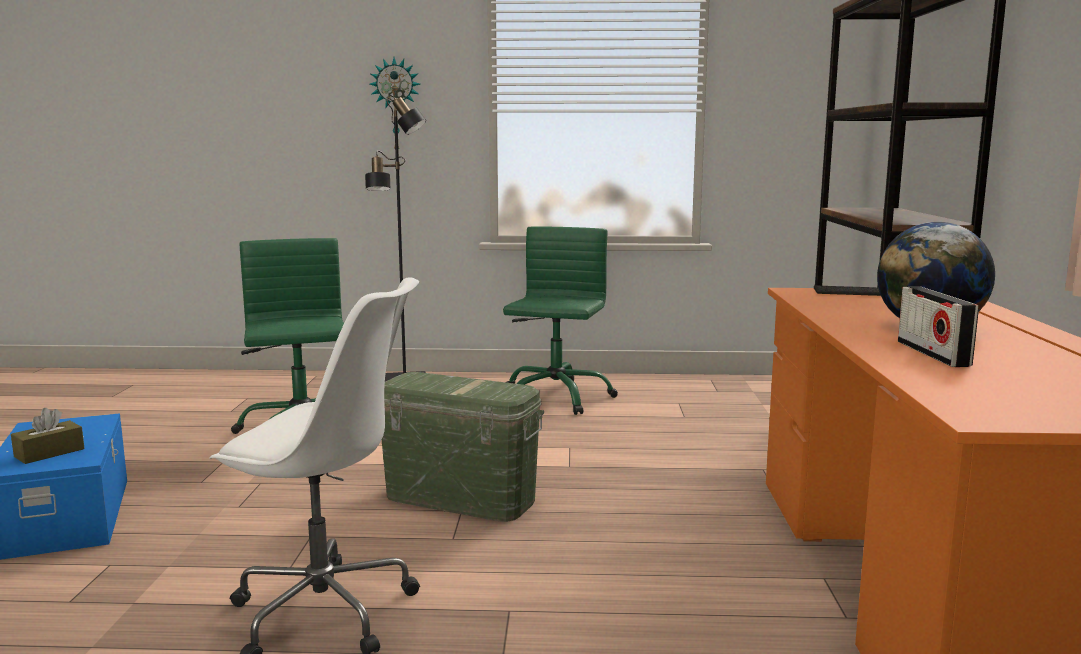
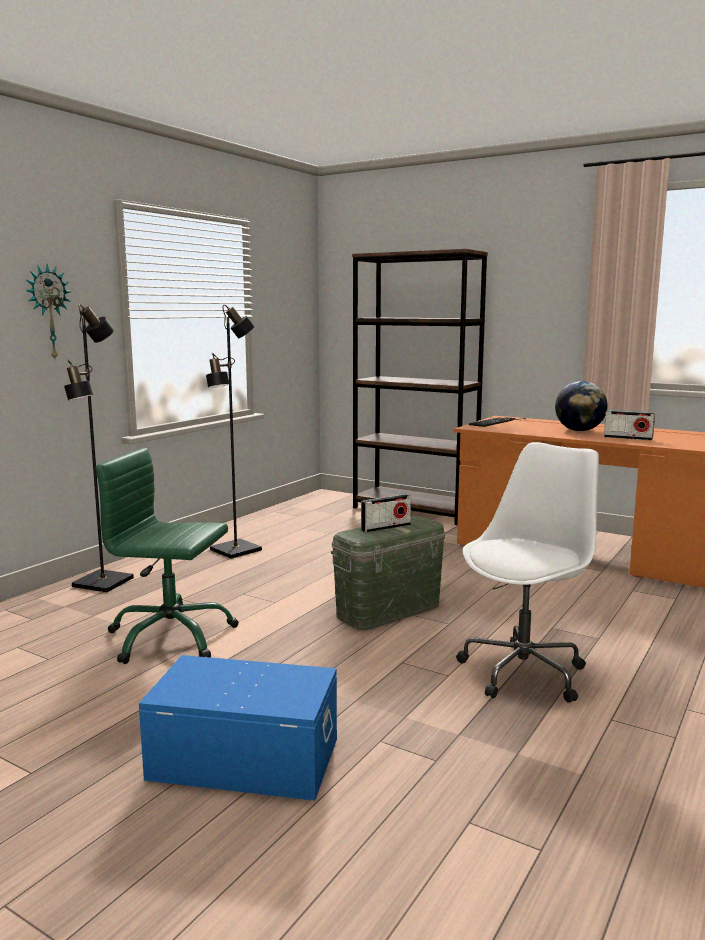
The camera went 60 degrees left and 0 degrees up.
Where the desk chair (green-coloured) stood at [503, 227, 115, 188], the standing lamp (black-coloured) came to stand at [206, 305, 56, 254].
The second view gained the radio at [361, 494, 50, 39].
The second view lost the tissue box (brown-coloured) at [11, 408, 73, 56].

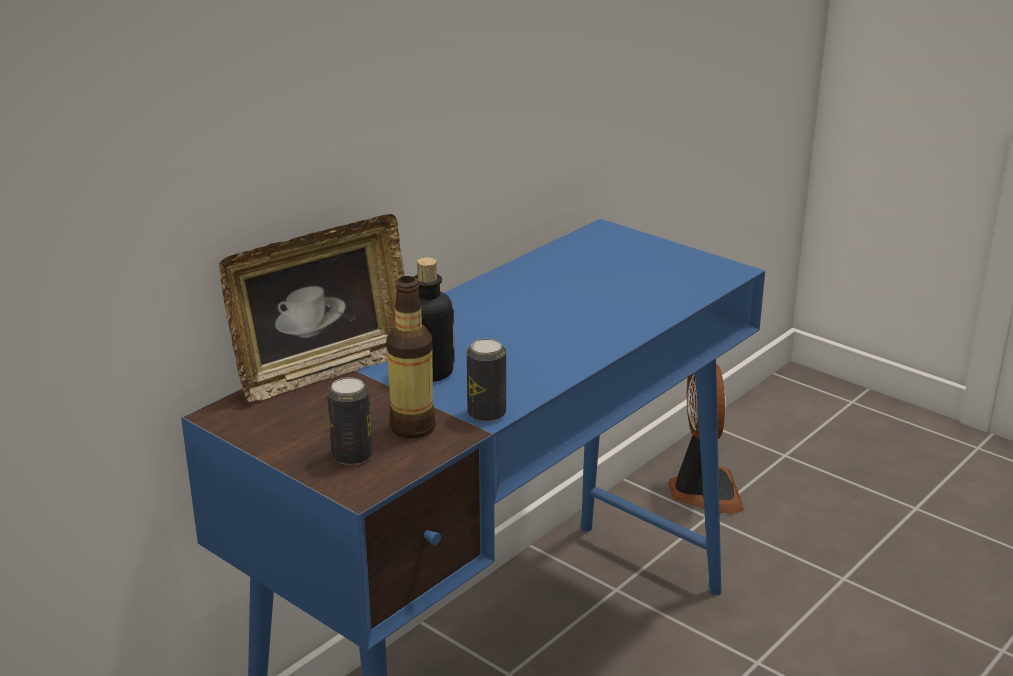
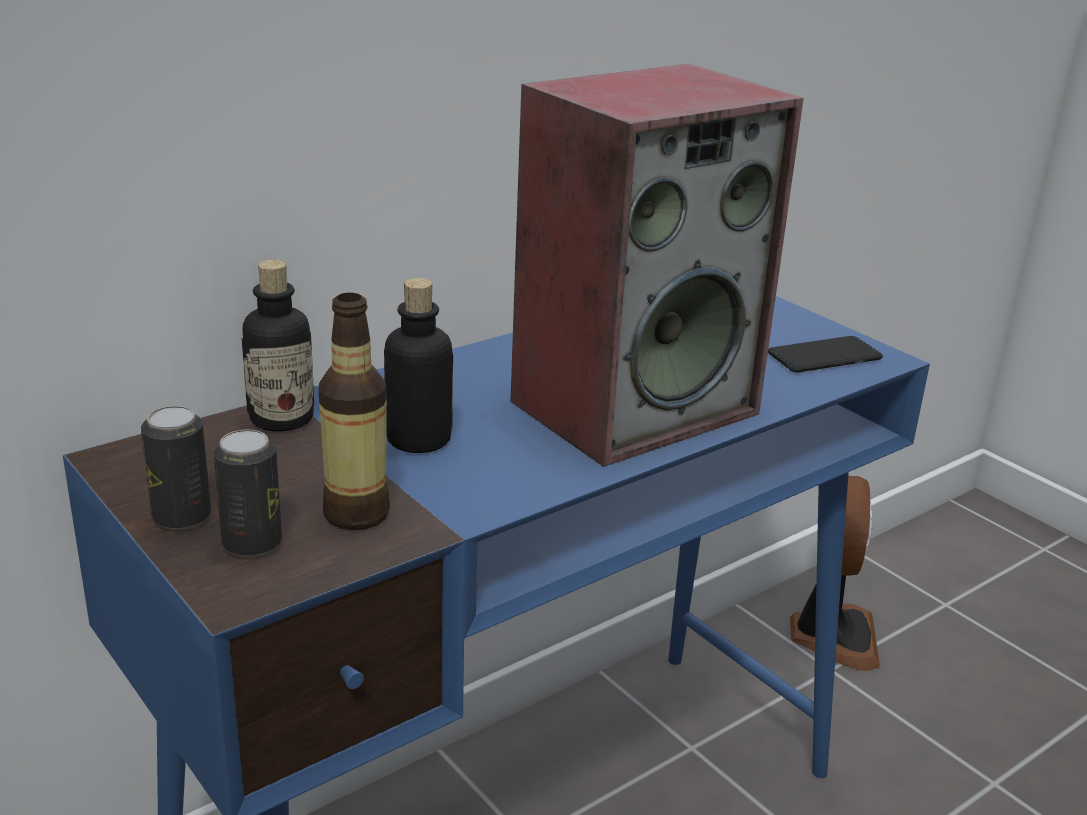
The camera went 10 degrees right and 0 degrees up.
The sealed can ended up elsewhere, having gone from [467, 339, 39, 83] to [141, 406, 70, 124].
Where the standing frame stood at [219, 214, 185, 188], the drink bottle came to stand at [242, 260, 72, 171].
The second view gained the speaker at [510, 64, 294, 403].
The second view gained the telephone at [768, 336, 115, 36].

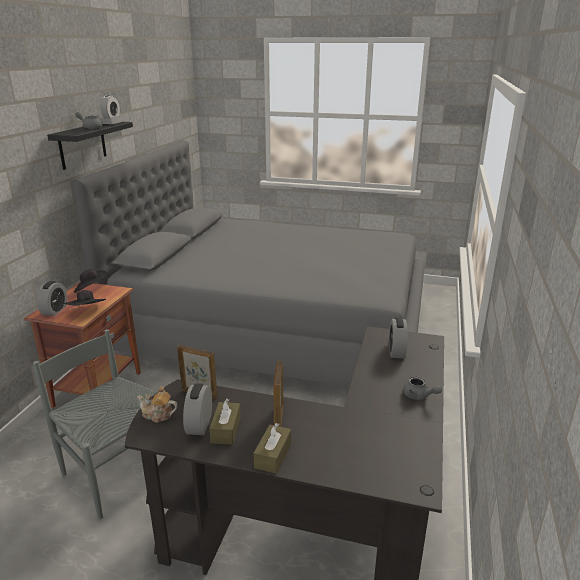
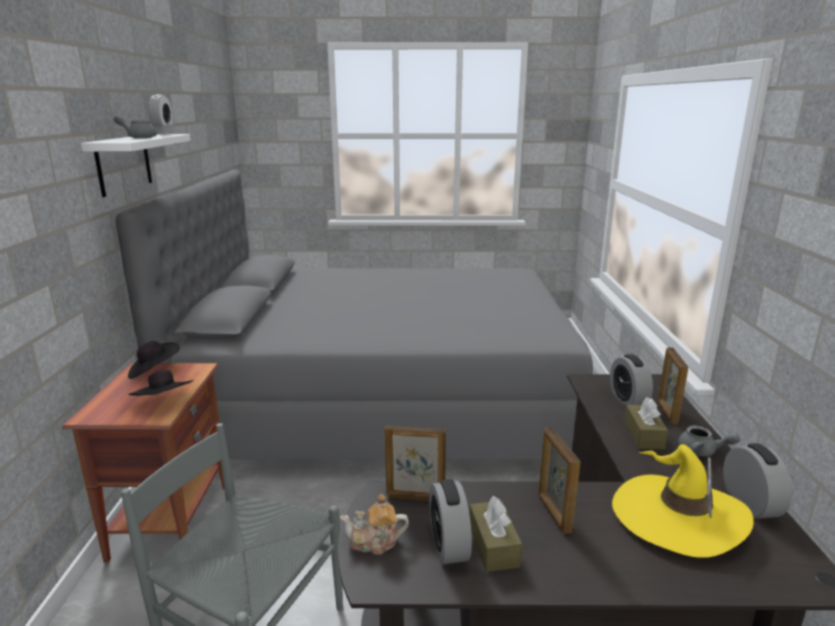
The camera went 15 degrees left and 5 degrees down.
What was the shelf (black-coloured) at [47, 122, 86, 48] turned into the shelf (white) at [81, 134, 110, 63].
The second view gained the hat (yellow-coloured) at [612, 444, 142, 114].
The tissue box (brown-coloured) ended up elsewhere, having gone from [254, 423, 37, 51] to [624, 397, 44, 53].
The second view gained the standing frame at [658, 347, 30, 78].
The table clock ended up elsewhere, having gone from [37, 281, 30, 35] to [723, 443, 69, 76].

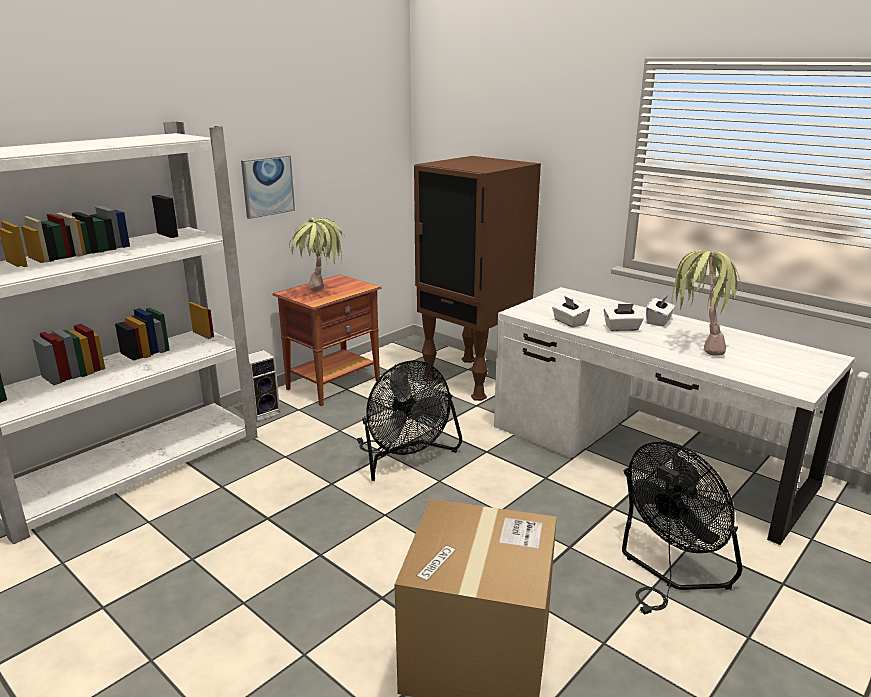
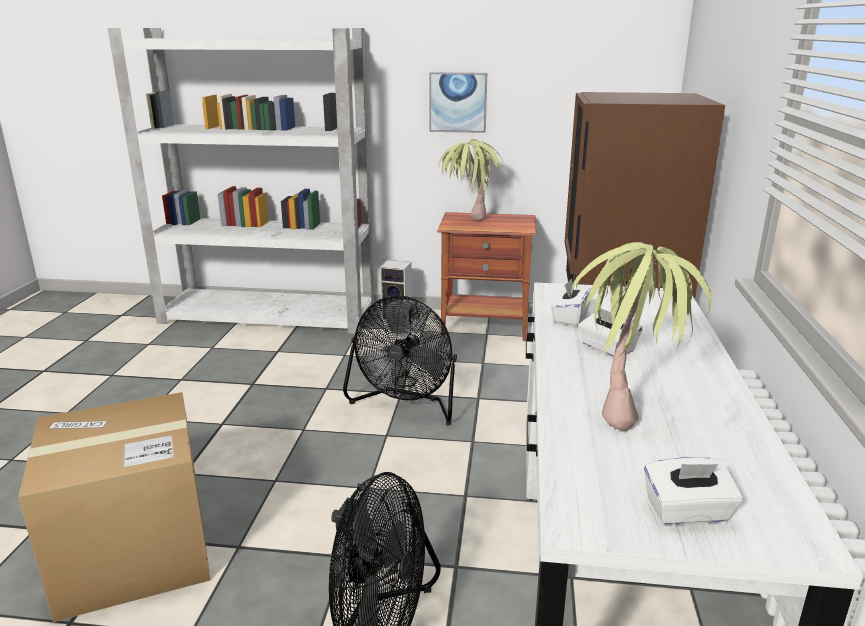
The camera went 55 degrees right and 0 degrees up.
The tissue box (white) ended up elsewhere, having gone from [646, 296, 29, 30] to [644, 457, 98, 68].

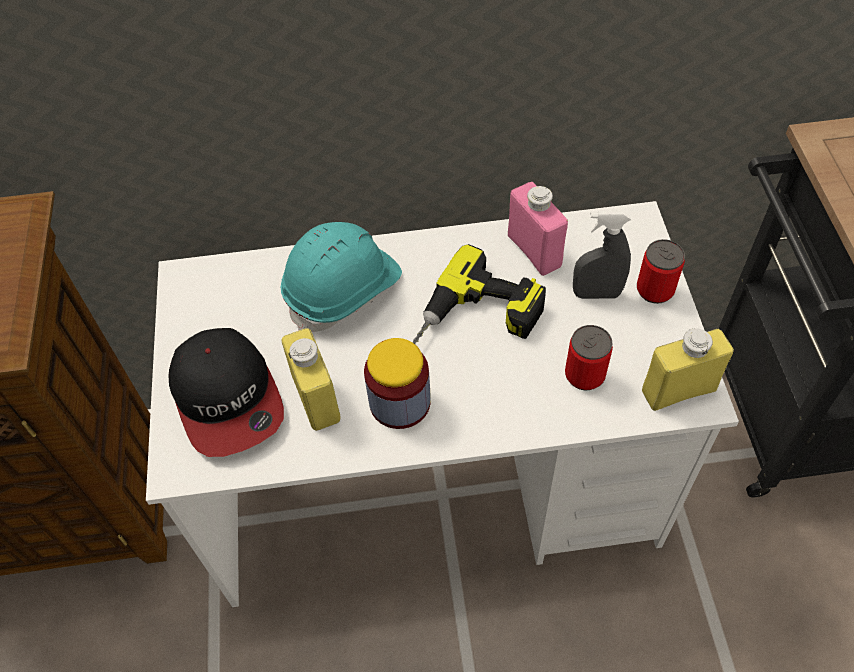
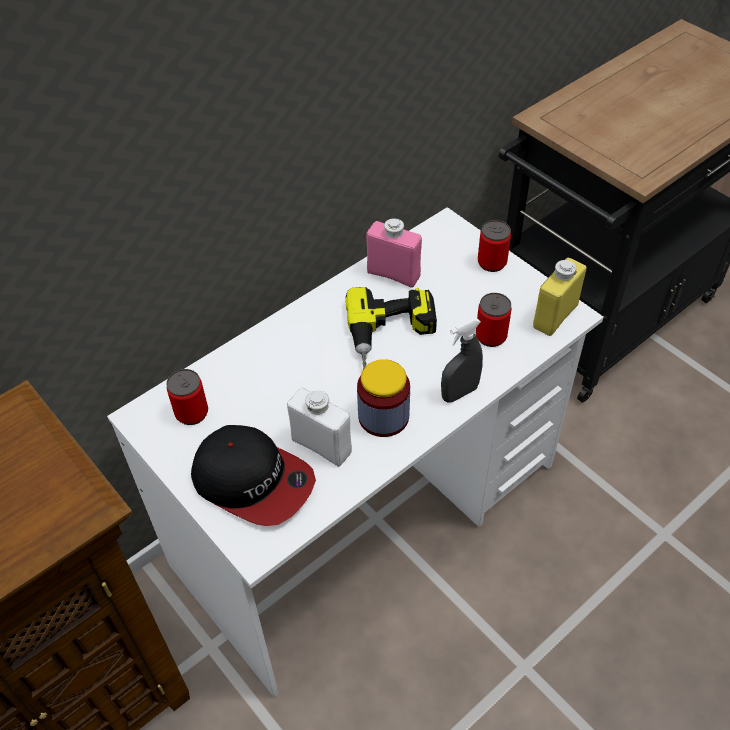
The camera went 35 degrees left and 5 degrees down.
The second view gained the sealed can at [166, 369, 42, 56].
What was the drink bottle (yellow-coloured) at [282, 328, 59, 103] turned into the drink bottle (white) at [287, 388, 65, 79].
The spray bottle (gray) ended up elsewhere, having gone from [573, 212, 58, 87] to [441, 318, 42, 85].
The second view lost the work helmet (blue-green) at [281, 222, 121, 110].

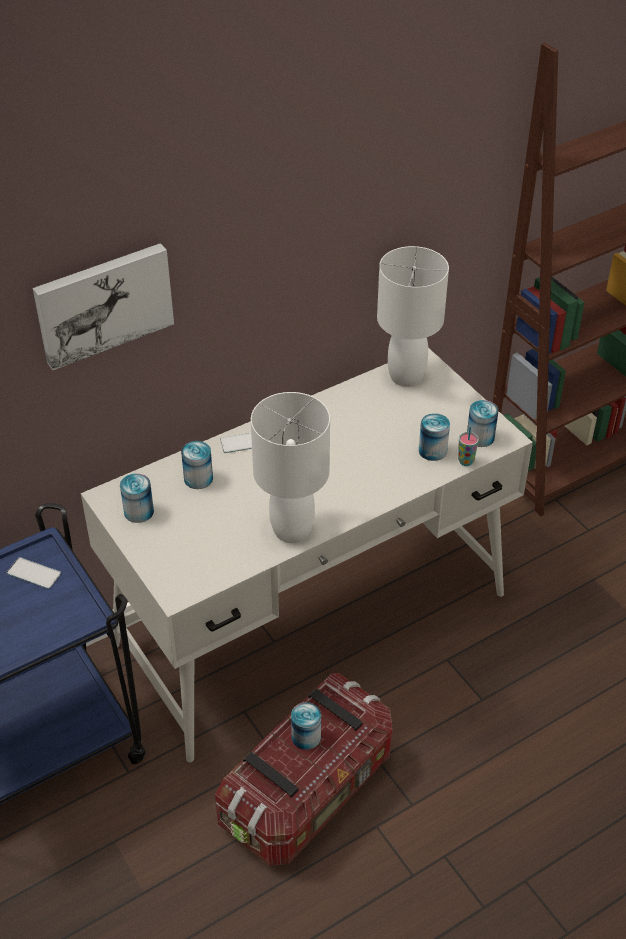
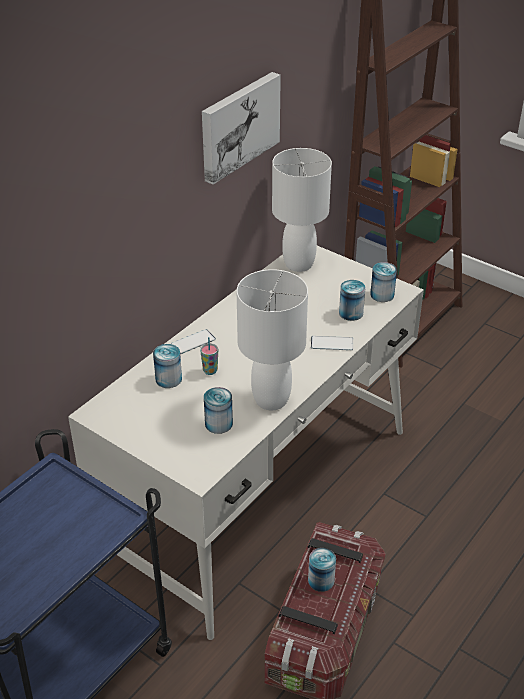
The camera went 20 degrees left and 5 degrees down.
The small cup ended up elsewhere, having gone from [458, 426, 21, 40] to [200, 337, 18, 38].
The wall art ended up elsewhere, having gone from [33, 243, 141, 127] to [202, 72, 79, 112].
The sealed can ended up elsewhere, having gone from [120, 473, 34, 50] to [204, 387, 29, 47].
The telephone ended up elsewhere, having gone from [6, 557, 55, 32] to [311, 336, 42, 14].

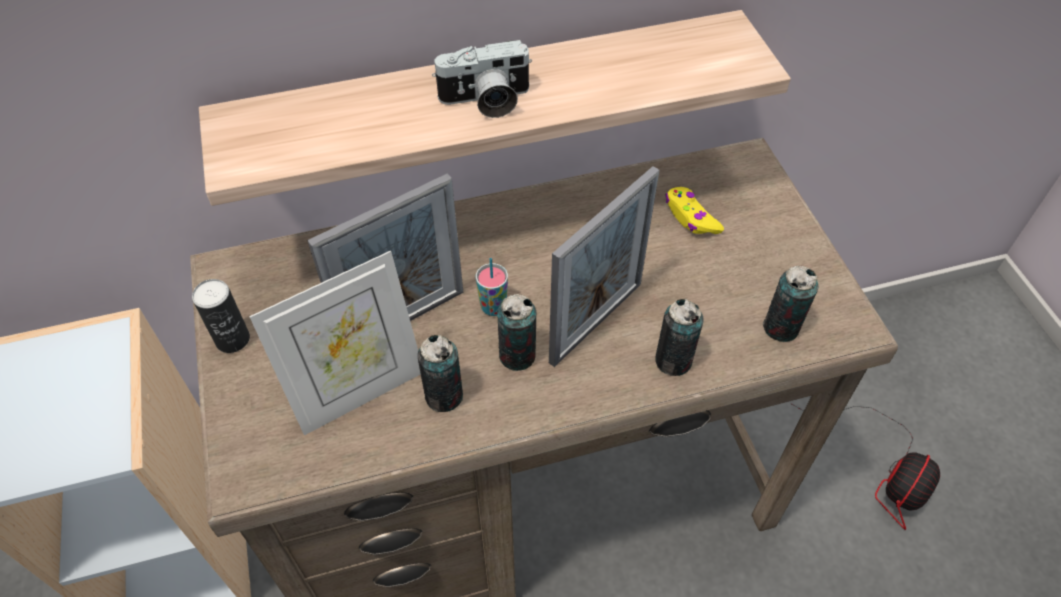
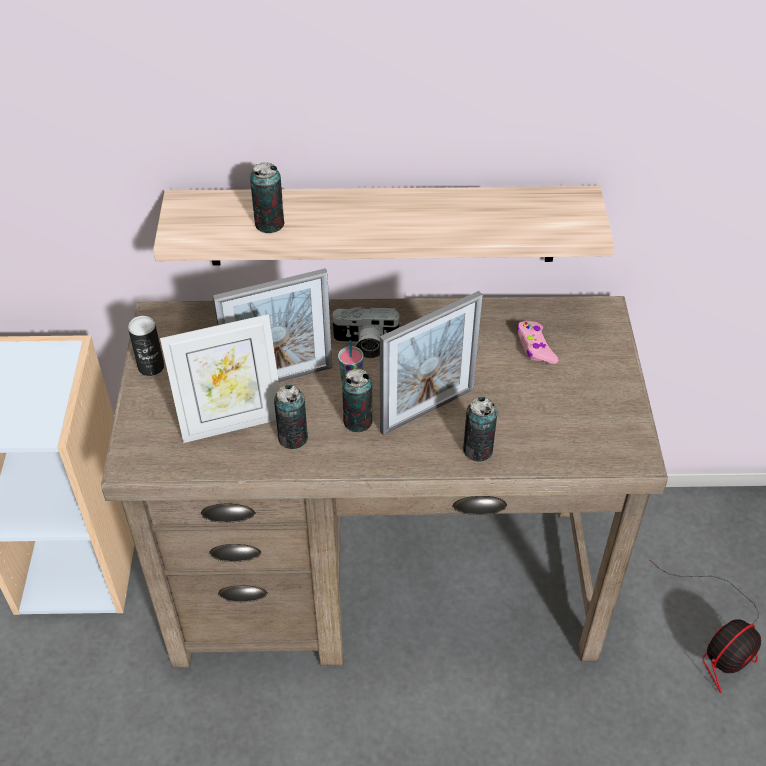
The camera went 15 degrees right and 5 degrees down.
The sealed can ended up elsewhere, having gone from [763, 266, 55, 76] to [250, 163, 34, 70].
The photo camera ended up elsewhere, having gone from [432, 40, 100, 78] to [330, 307, 72, 51].
What was the joypad (yellow-coloured) at [665, 187, 59, 47] turned into the joypad (pink) at [517, 321, 41, 43].

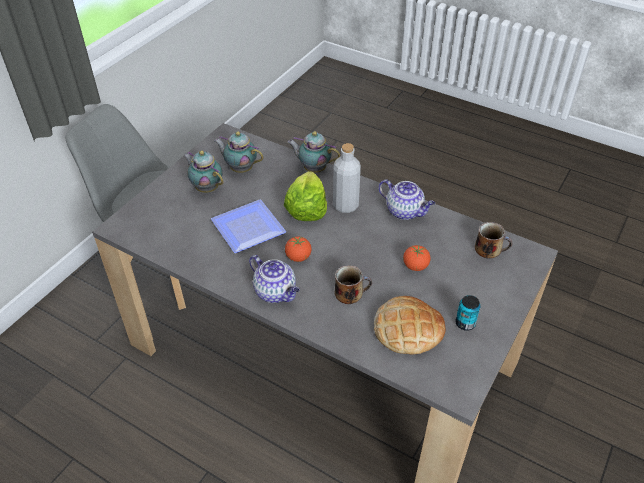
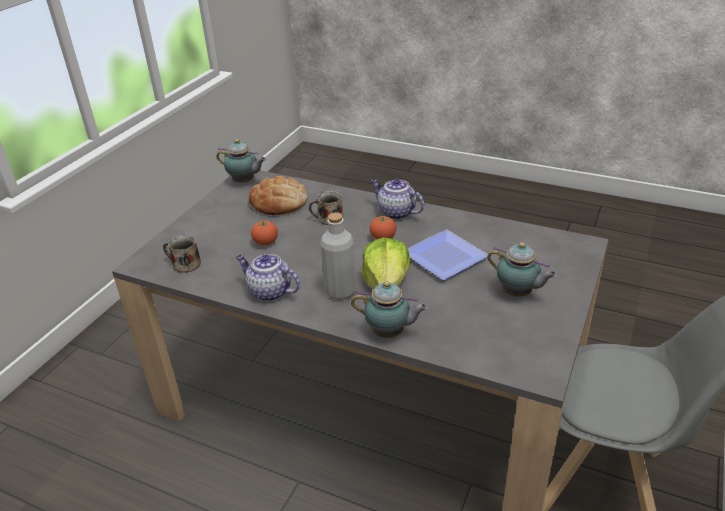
The camera went 175 degrees right and 10 degrees down.
The teapot ended up elsewhere, having gone from [214, 131, 50, 42] to [216, 139, 50, 43].
The second view lost the sealed can at [455, 295, 26, 36].

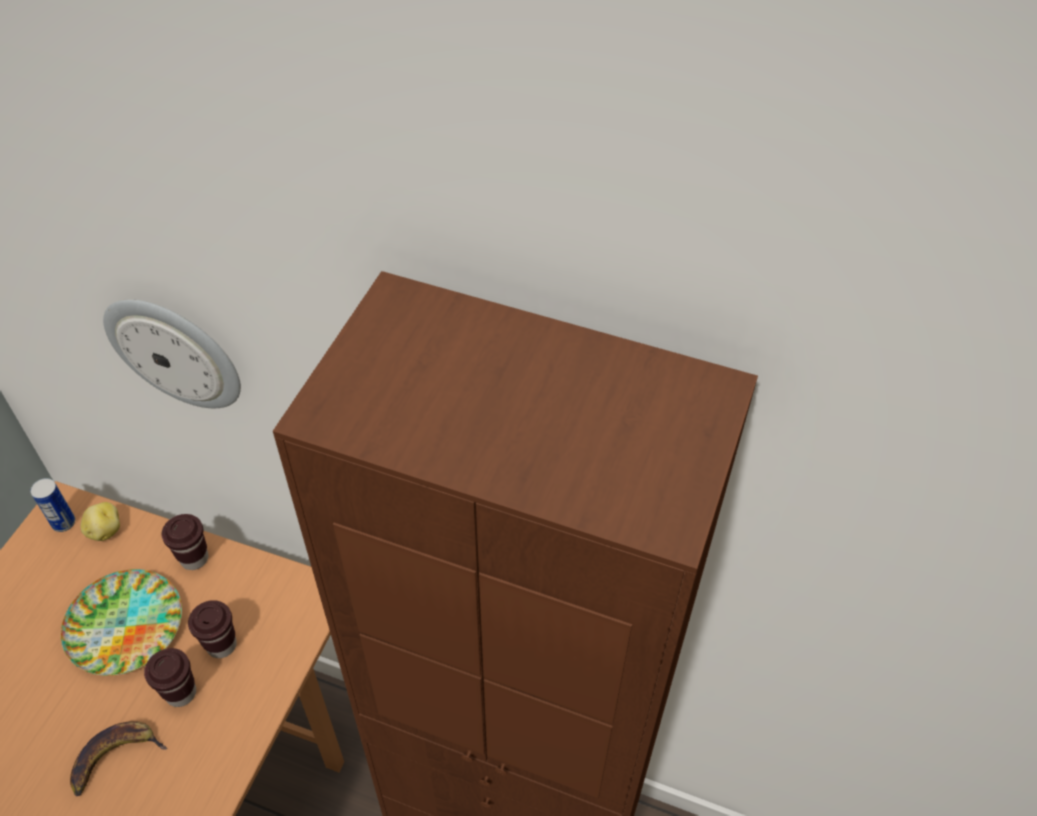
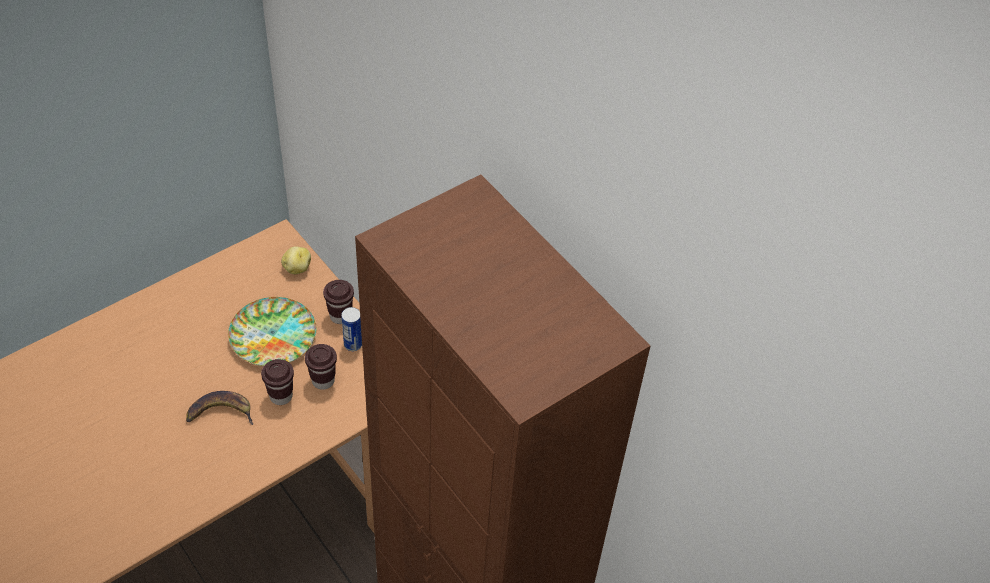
The camera went 30 degrees right and 0 degrees up.
The sealed can ended up elsewhere, having gone from [30, 478, 45, 54] to [341, 307, 21, 44].
The second view lost the clock on the wall at [103, 299, 138, 109].

